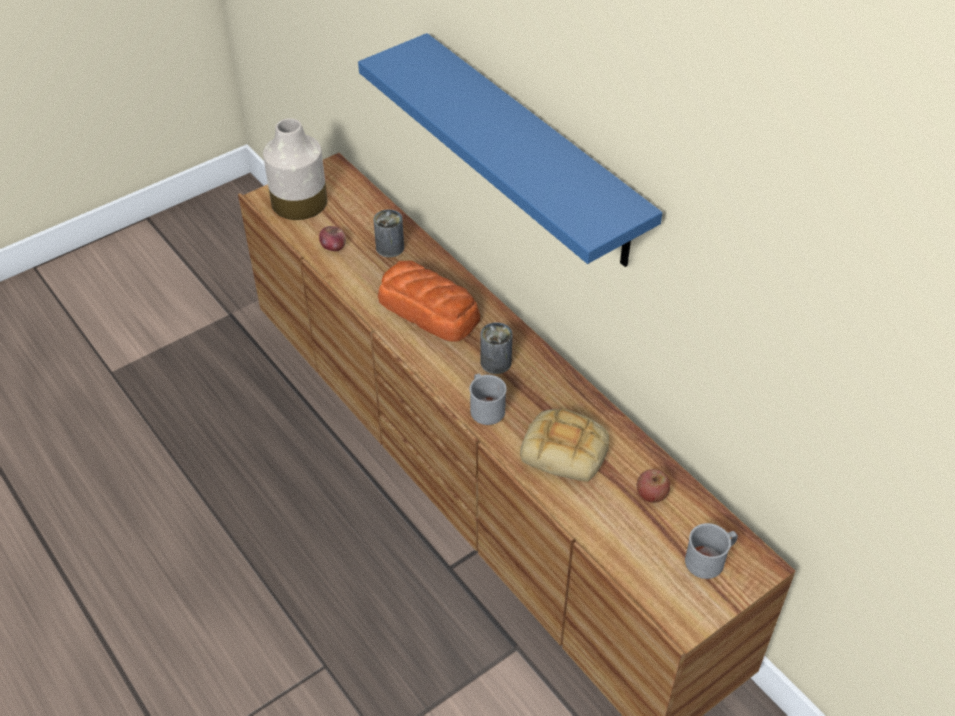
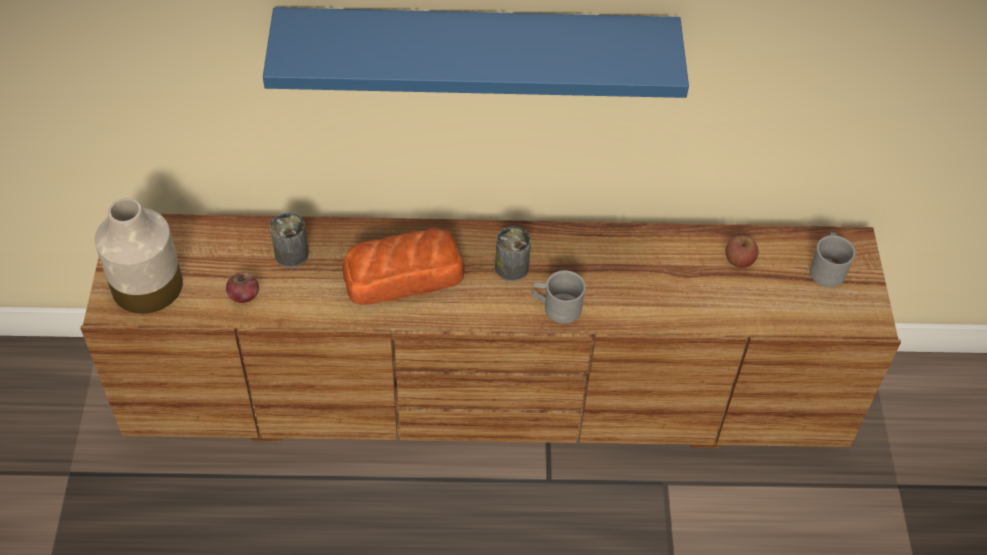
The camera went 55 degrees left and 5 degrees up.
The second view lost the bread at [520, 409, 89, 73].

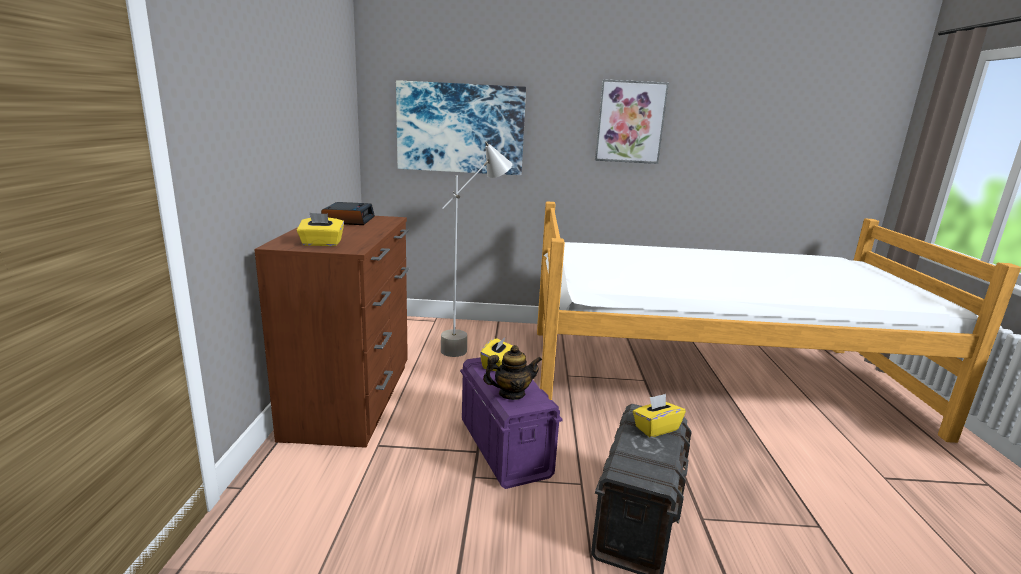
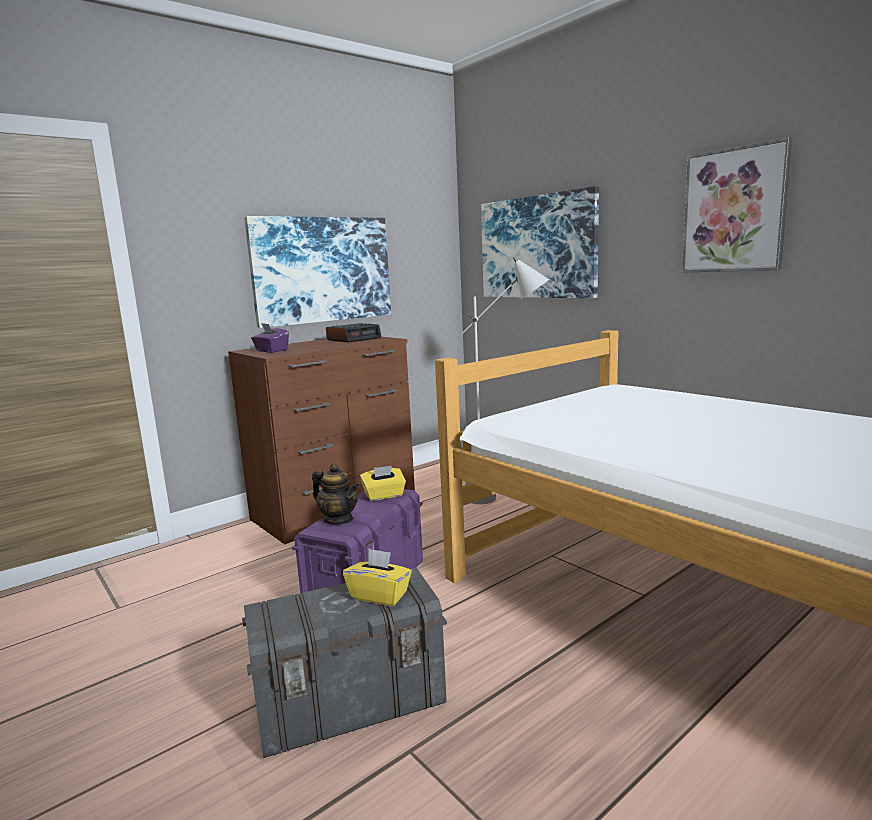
The camera went 50 degrees right and 5 degrees down.
The second view gained the wall art at [244, 216, 147, 112].
What was the tissue box (yellow-coloured) at [297, 213, 47, 33] turned into the tissue box (purplish) at [251, 323, 38, 30].

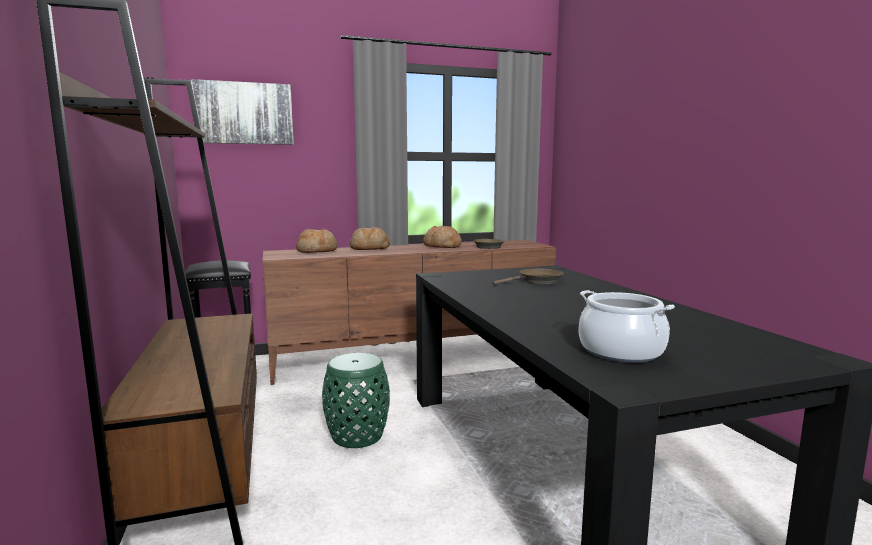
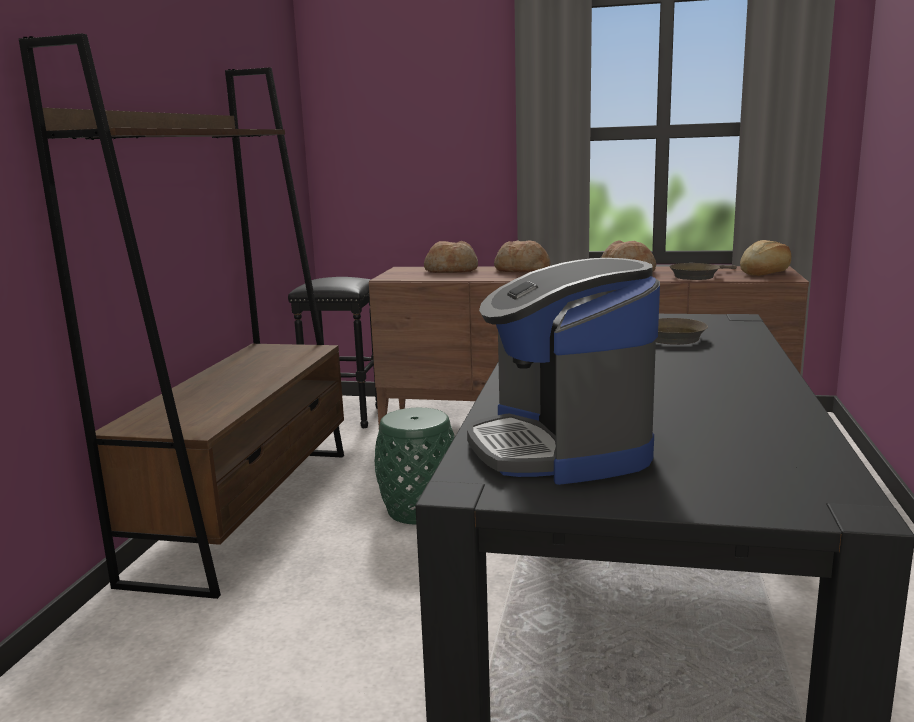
The camera went 30 degrees right and 5 degrees up.
Where the stockpot stood at [579, 290, 96, 73], the coffee machine came to stand at [467, 258, 193, 227].
The second view gained the bread at [740, 240, 51, 36].
The second view lost the wall art at [192, 79, 102, 66].

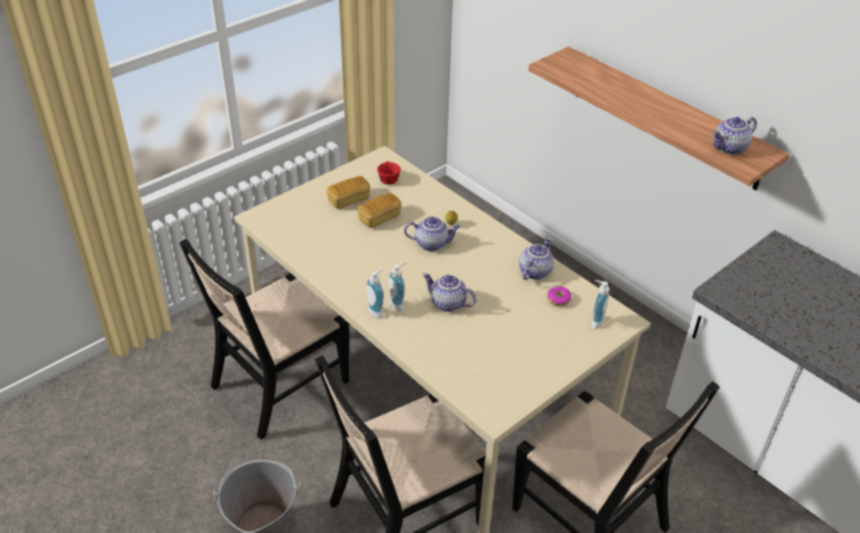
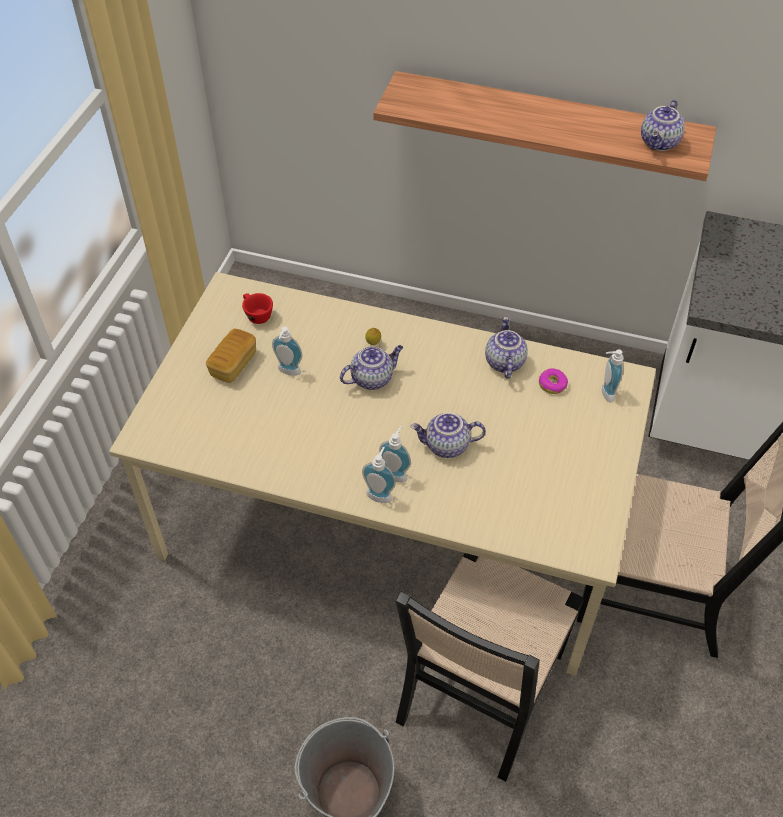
The camera went 30 degrees left and 10 degrees up.
Where the bread stood at [357, 193, 44, 35], the soap bottle came to stand at [272, 327, 30, 48].
The second view lost the plain chair at [179, 239, 170, 201].

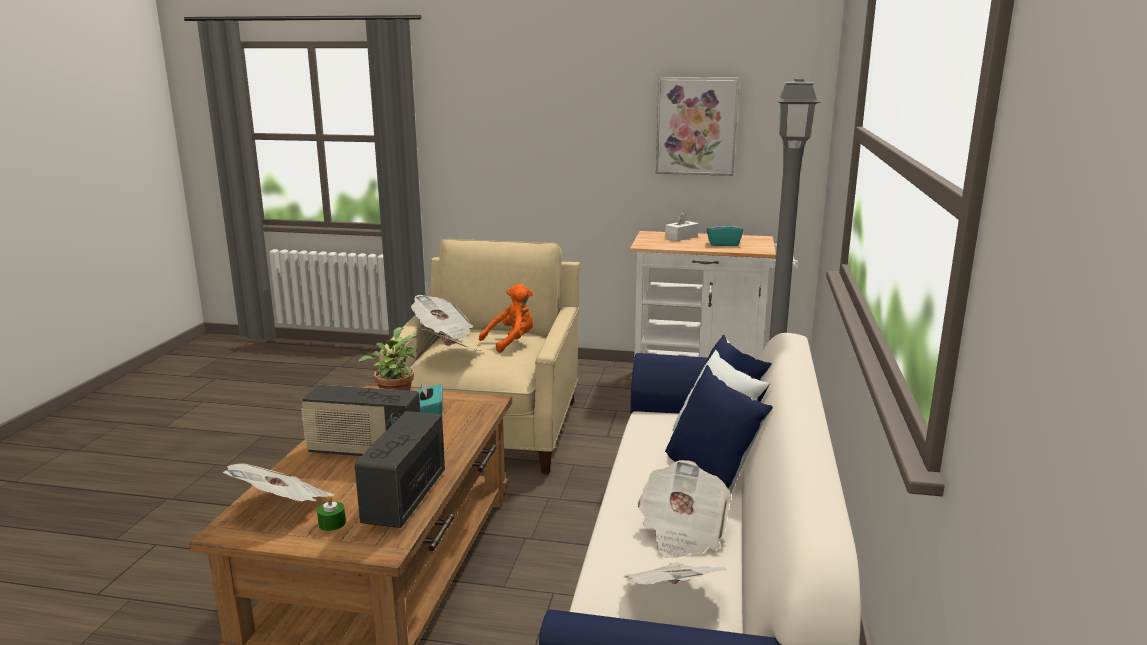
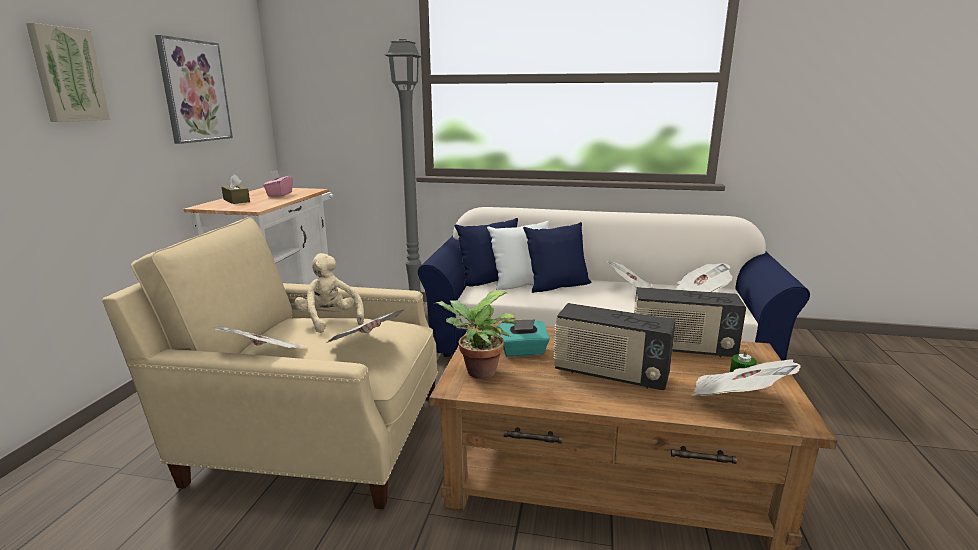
The camera went 90 degrees left and 0 degrees up.
The second view gained the wall art at [26, 23, 84, 99].
What was the tissue box (white) at [665, 211, 33, 30] turned into the tissue box (brown-coloured) at [222, 174, 28, 30].
What was the tissue box (blue-green) at [706, 217, 37, 29] turned into the tissue box (pink) at [263, 170, 30, 26].
What was the cuddly toy (orangey) at [479, 284, 54, 69] turned into the cuddly toy (beige) at [295, 253, 69, 80].
The radio at [301, 385, 119, 71] ended up facing another way, 105 degrees clockwise from before.

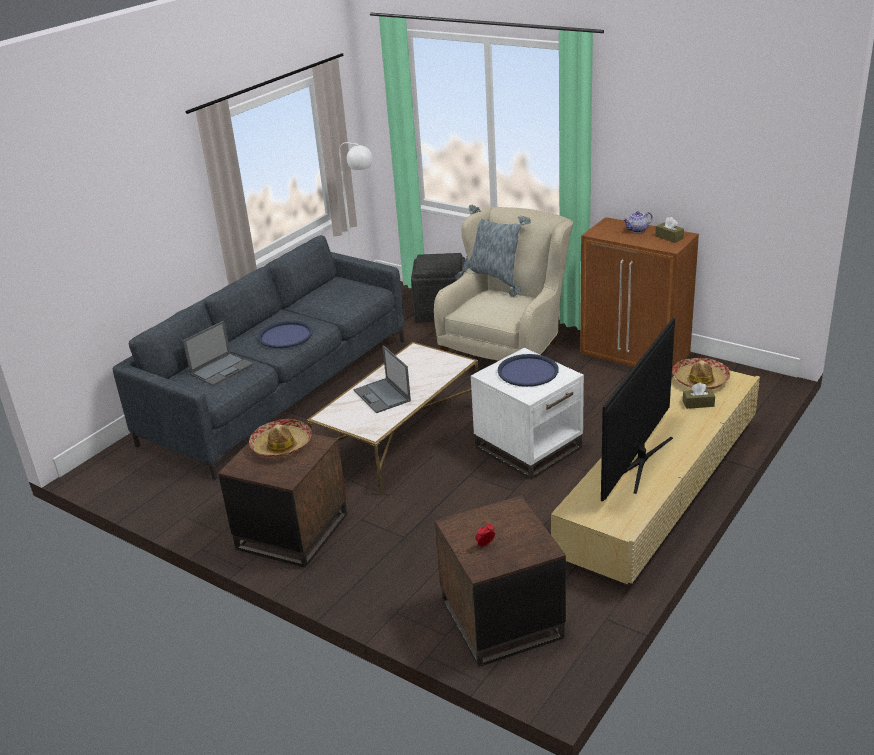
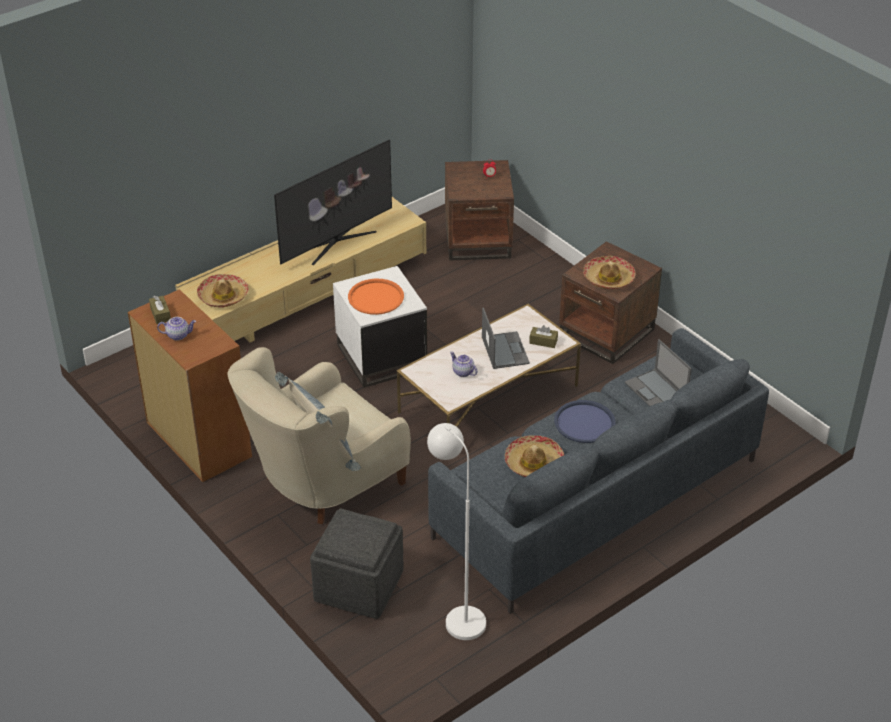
The camera went 165 degrees left and 10 degrees up.
What was the tray (blue-coloured) at [498, 354, 61, 33] turned into the tray (orangey) at [348, 278, 56, 37].
The second view gained the teapot at [450, 352, 27, 25].
The second view gained the hat at [505, 435, 59, 42].
The tissue box (brown-coloured) ended up elsewhere, having gone from [683, 382, 32, 27] to [529, 325, 29, 23].
The portable computer at [183, 321, 70, 65] ended up facing another way, 90 degrees counterclockwise from before.

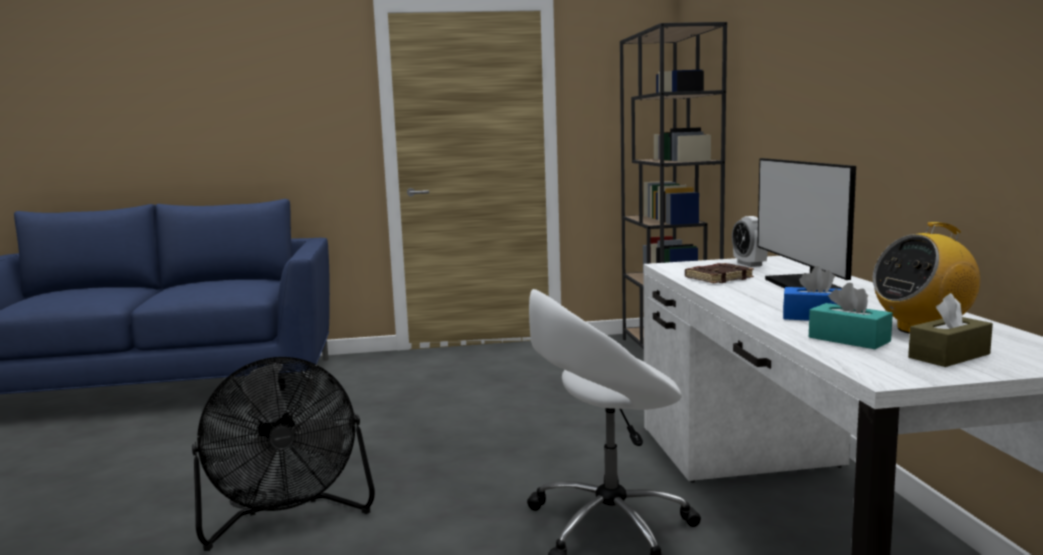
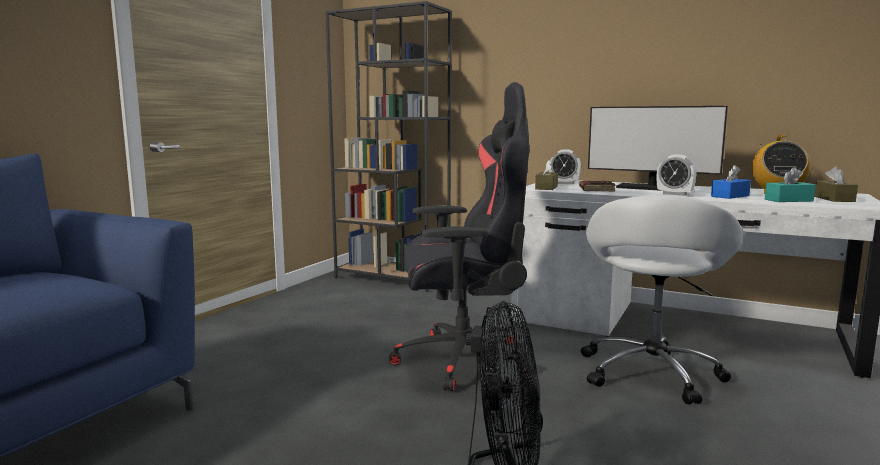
The camera went 55 degrees left and 0 degrees up.
The second view gained the desk chair (black-coloured) at [389, 82, 141, 309].
The second view gained the tissue box (brown-coloured) at [535, 160, 23, 30].
The second view gained the table clock at [657, 155, 40, 41].

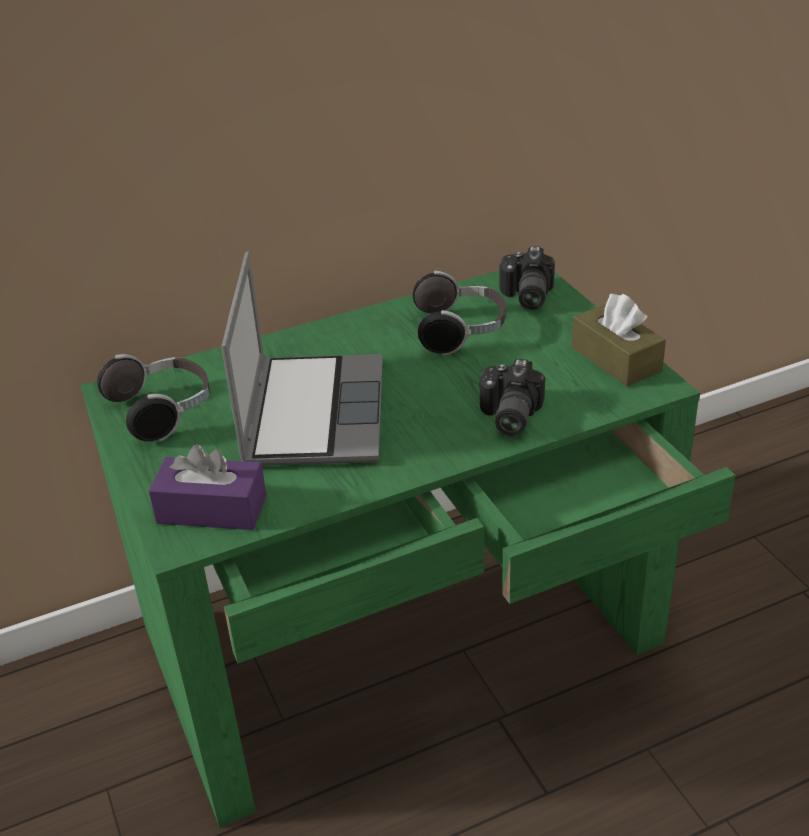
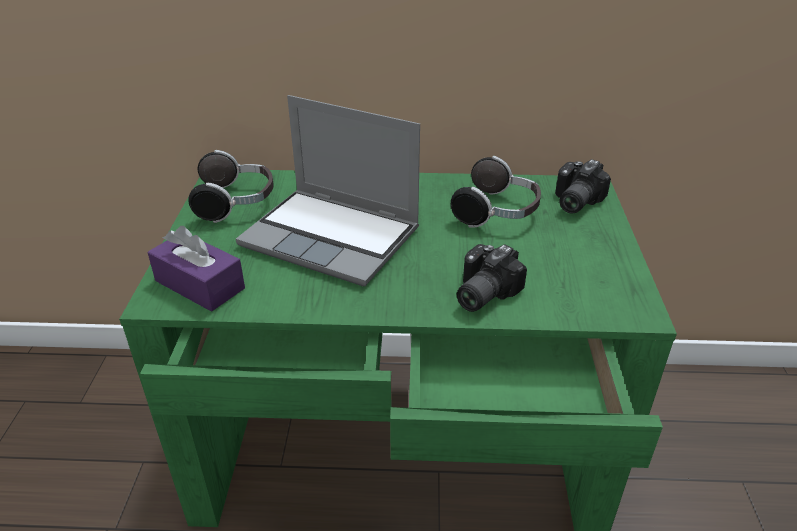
The camera went 25 degrees right and 0 degrees up.
The portable computer at [221, 251, 162, 215] ended up facing another way, 90 degrees clockwise from before.
The second view lost the tissue box (brown-coloured) at [572, 294, 94, 93].

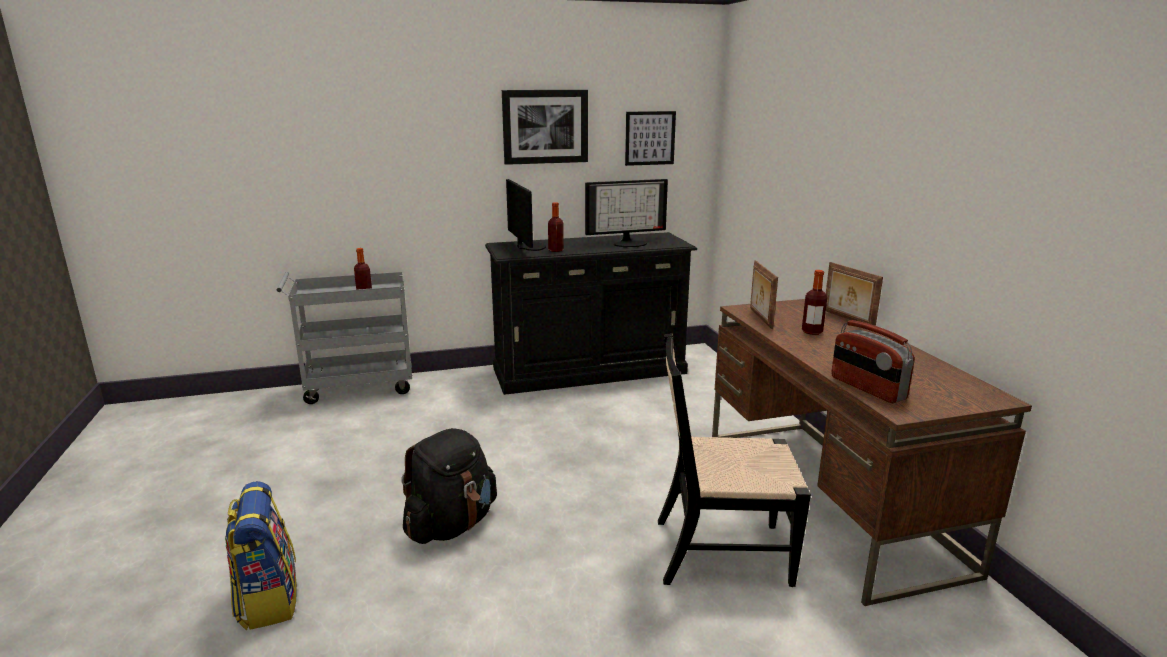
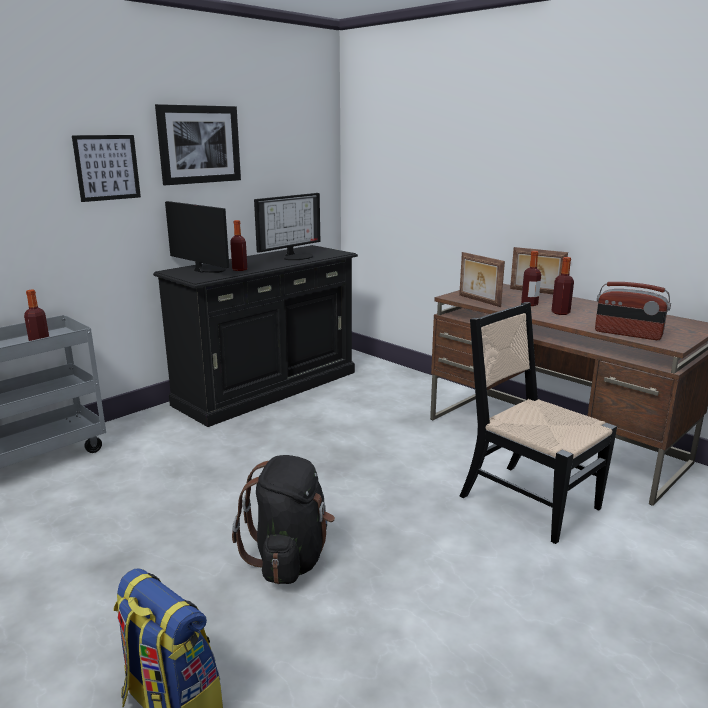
The camera went 30 degrees left and 0 degrees up.
The wall art ended up elsewhere, having gone from [625, 111, 51, 55] to [72, 135, 69, 67].
The plain chair at [658, 333, 153, 254] ended up facing another way, 75 degrees clockwise from before.
The second view gained the drink bottle at [551, 257, 23, 58].

